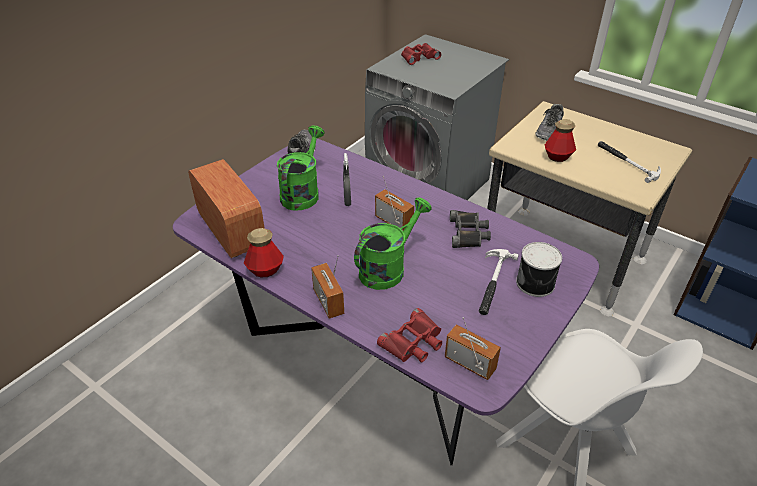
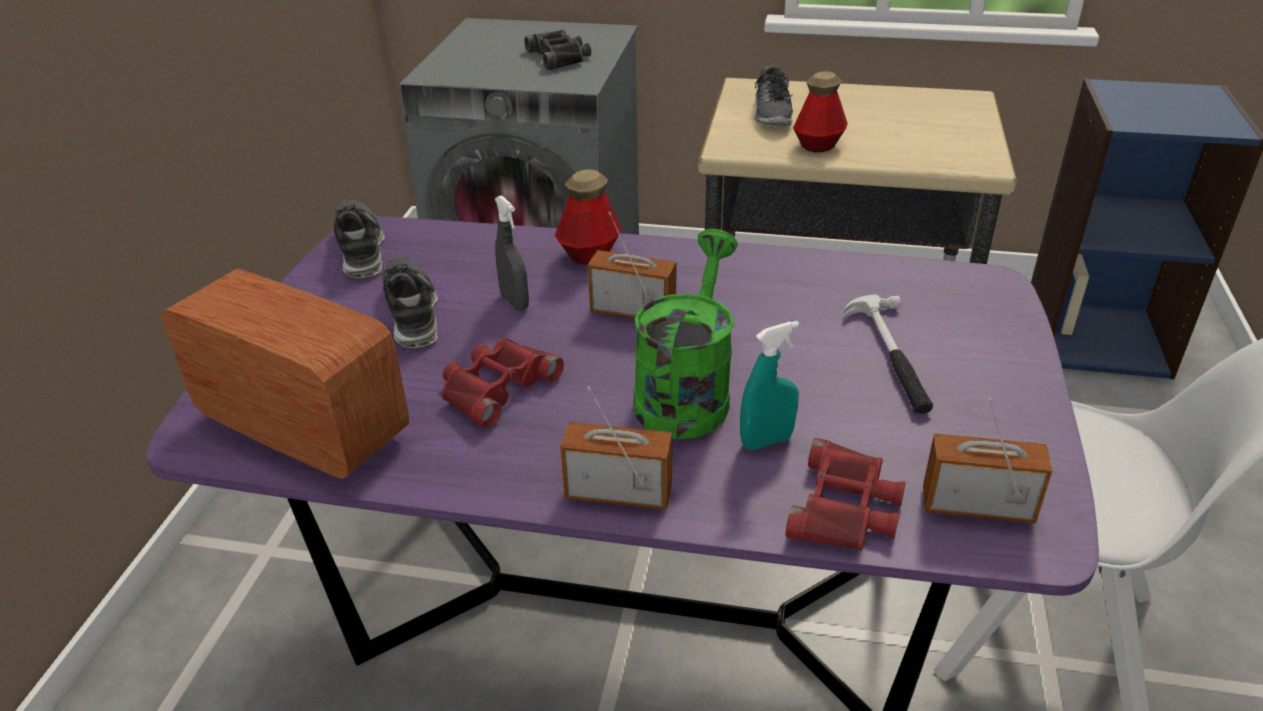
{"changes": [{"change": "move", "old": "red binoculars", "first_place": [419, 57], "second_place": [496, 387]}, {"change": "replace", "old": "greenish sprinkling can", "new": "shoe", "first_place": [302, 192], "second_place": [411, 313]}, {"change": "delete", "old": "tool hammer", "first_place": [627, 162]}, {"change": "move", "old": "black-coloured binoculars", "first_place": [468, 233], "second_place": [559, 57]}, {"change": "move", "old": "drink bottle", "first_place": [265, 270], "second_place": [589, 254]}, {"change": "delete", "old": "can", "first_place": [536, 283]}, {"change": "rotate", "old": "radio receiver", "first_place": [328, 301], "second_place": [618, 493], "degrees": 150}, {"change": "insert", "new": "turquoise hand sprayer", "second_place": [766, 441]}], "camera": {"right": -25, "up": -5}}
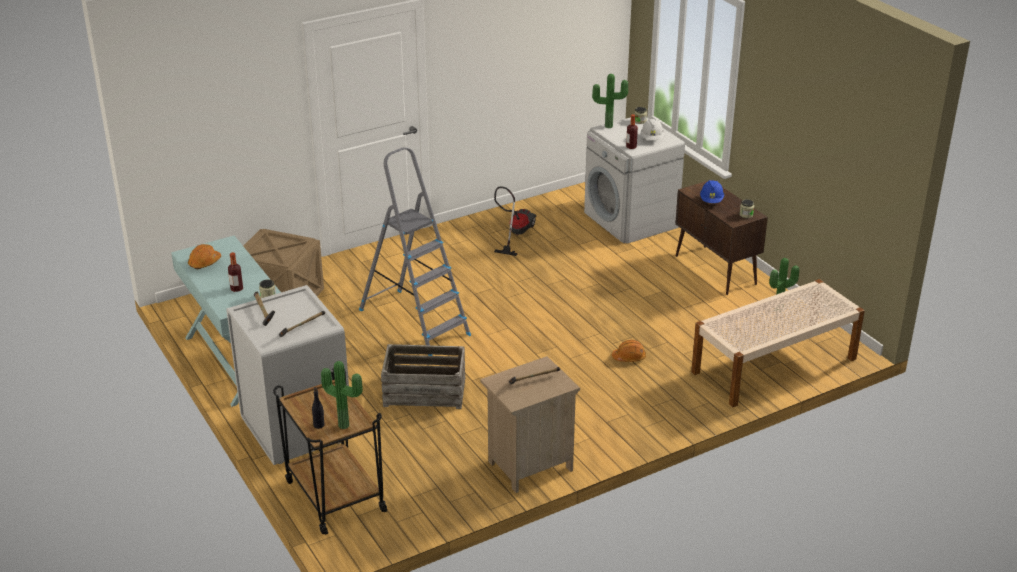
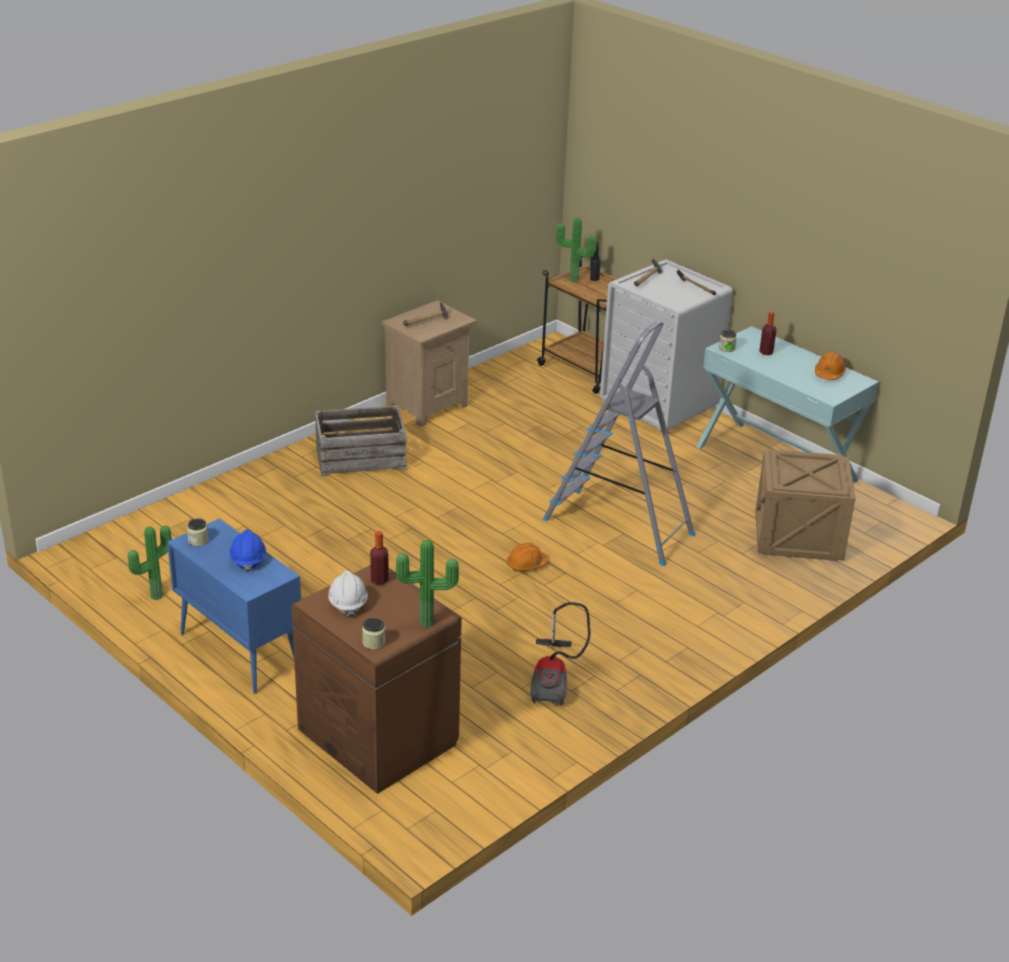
{"changes": [{"change": "recolor", "old": "whitish washing machine", "new": "brown-coloured washing machine", "first_place": [629, 220], "second_place": [380, 733]}, {"change": "recolor", "old": "brown-coloured cupboard", "new": "bluish cupboard", "first_place": [716, 270], "second_place": [238, 651]}, {"change": "delete", "old": "sand-coloured bench", "first_place": [774, 366]}, {"change": "move", "old": "orangey hard hat", "first_place": [629, 357], "second_place": [526, 564]}, {"change": "move", "old": "shipping crate", "first_place": [425, 391], "second_place": [360, 458]}], "camera": {"right": 165, "up": 0}}
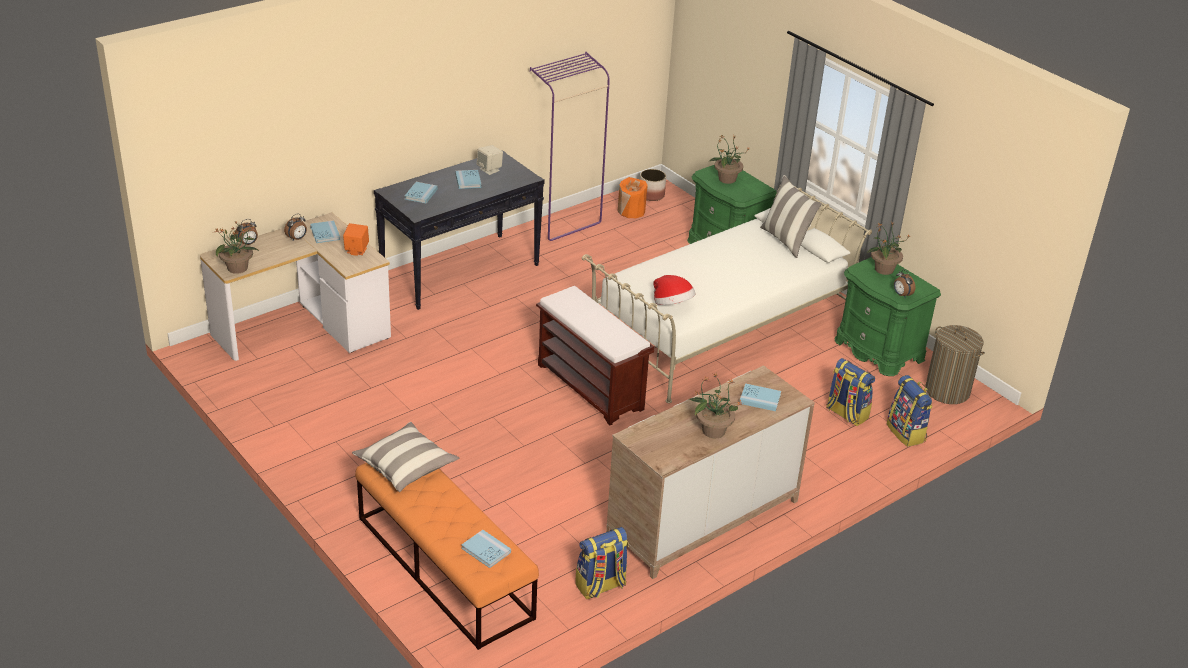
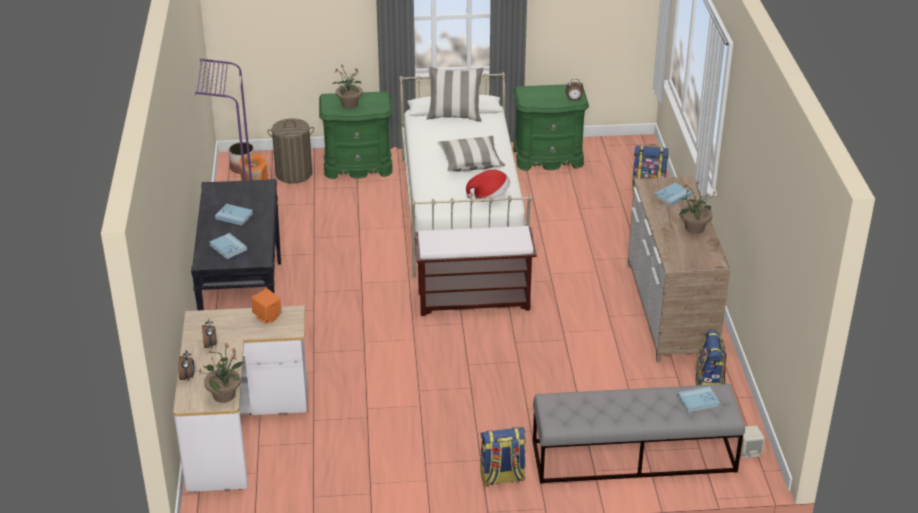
{"changes": [{"change": "move", "old": "sand-coloured speaker", "first_place": [490, 170], "second_place": [748, 451]}, {"change": "delete", "old": "bluish book", "first_place": [325, 233]}, {"change": "delete", "old": "houseplant", "first_place": [883, 269]}, {"change": "move", "old": "hamper", "first_place": [947, 391], "second_place": [294, 174]}, {"change": "move", "old": "knapsack", "first_place": [846, 414], "second_place": [502, 477]}, {"change": "move", "old": "throw pillow", "first_place": [405, 466], "second_place": [470, 162]}, {"change": "recolor", "old": "orangey bench", "new": "greyish bench", "first_place": [444, 567], "second_place": [633, 456]}], "camera": {"right": -55, "up": 0}}
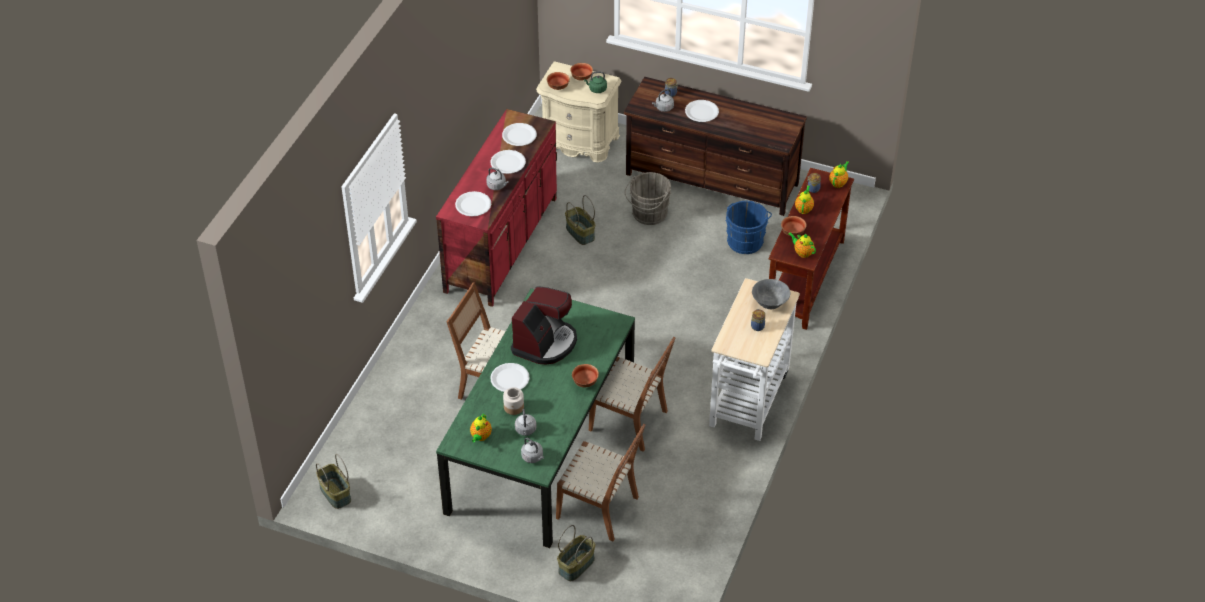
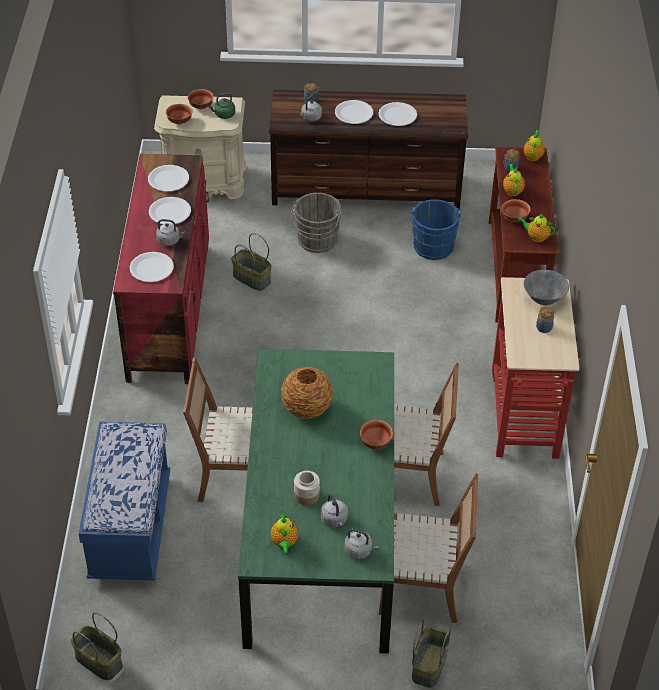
{"changes": [{"change": "recolor", "old": "whitish cart", "new": "red cart", "first_place": [748, 401], "second_place": [524, 417]}, {"change": "replace", "old": "coffee machine", "new": "flower vase", "first_place": [545, 343], "second_place": [306, 408]}, {"change": "move", "old": "whitish flat dish", "first_place": [510, 378], "second_place": [397, 115]}, {"change": "insert", "new": "bluish bench", "second_place": [130, 527]}], "camera": {"right": -20, "up": 0}}
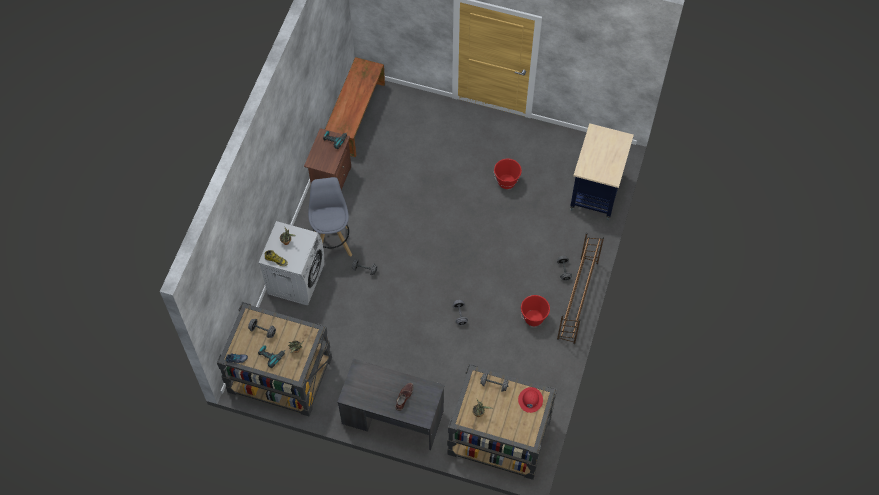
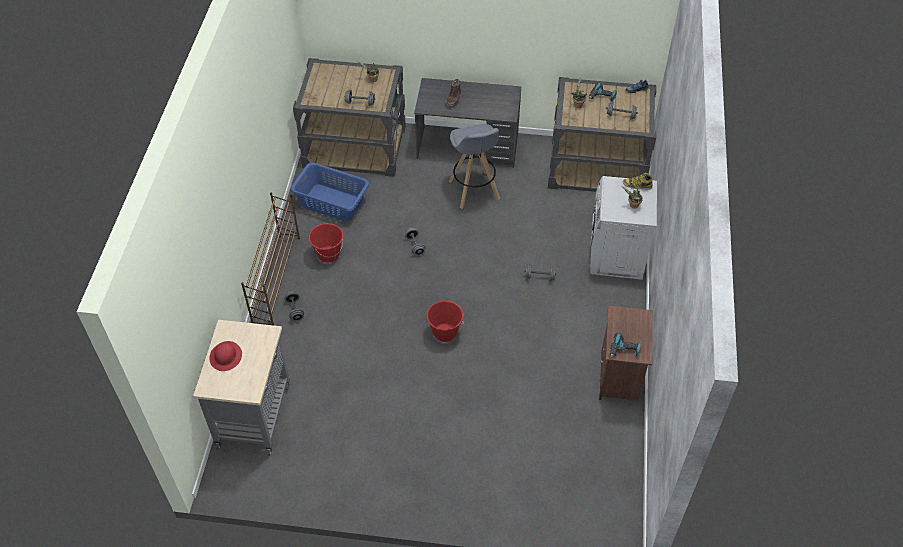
{"changes": [{"change": "delete", "old": "brown-coloured bench", "first_place": [355, 115]}, {"change": "recolor", "old": "bluish cart", "new": "greyish cart", "first_place": [596, 192], "second_place": [253, 415]}, {"change": "move", "old": "red water bucket", "first_place": [506, 182], "second_place": [444, 333]}, {"change": "move", "old": "greyish sitting stool", "first_place": [332, 241], "second_place": [474, 191]}, {"change": "move", "old": "red hard hat", "first_place": [530, 400], "second_place": [226, 356]}, {"change": "insert", "new": "bluish hamper", "second_place": [332, 202]}], "camera": {"right": 170, "up": -10}}
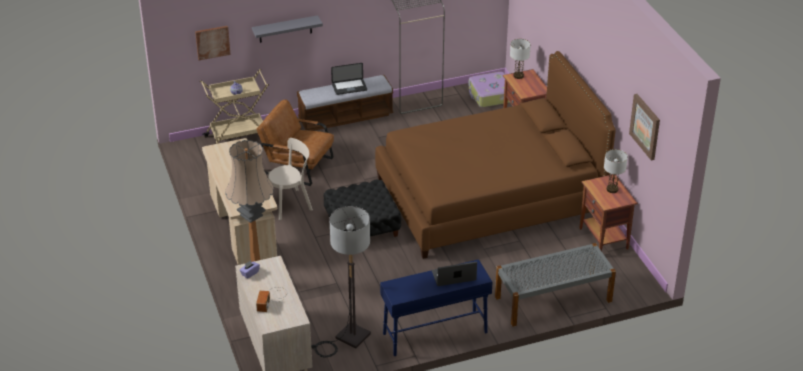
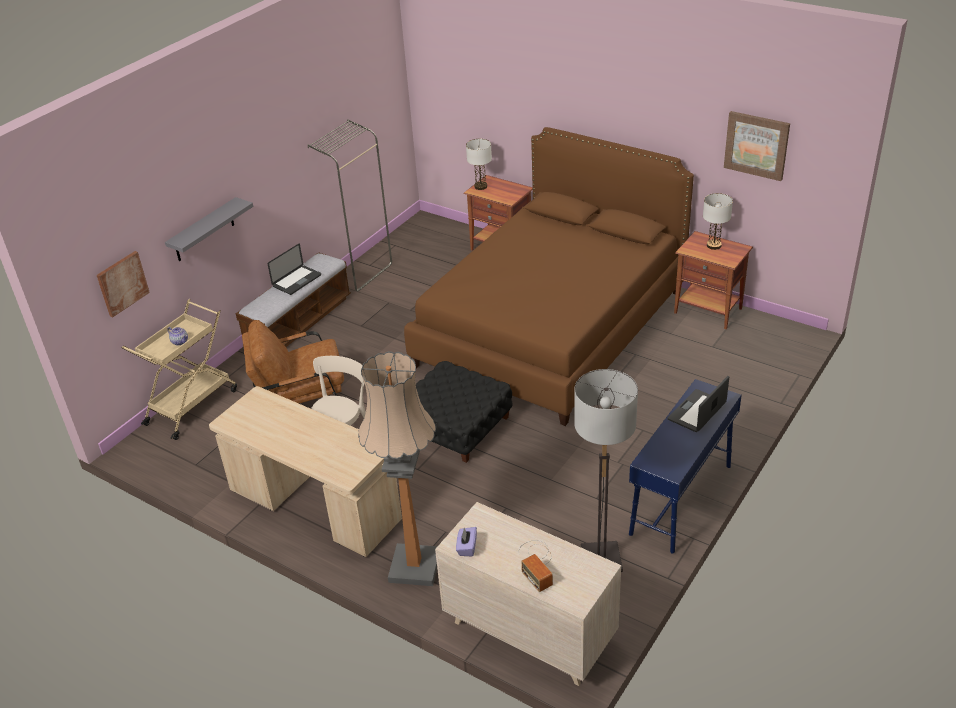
{"changes": [{"change": "delete", "old": "suitcase", "first_place": [491, 95]}, {"change": "delete", "old": "greyish bench", "first_place": [553, 299]}], "camera": {"right": -35, "up": 0}}
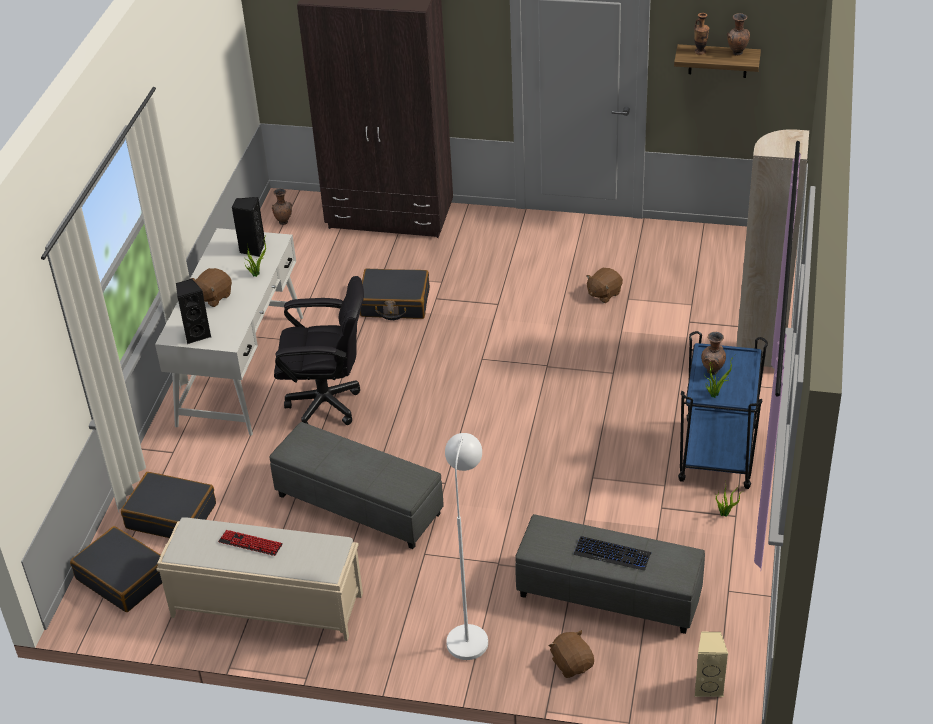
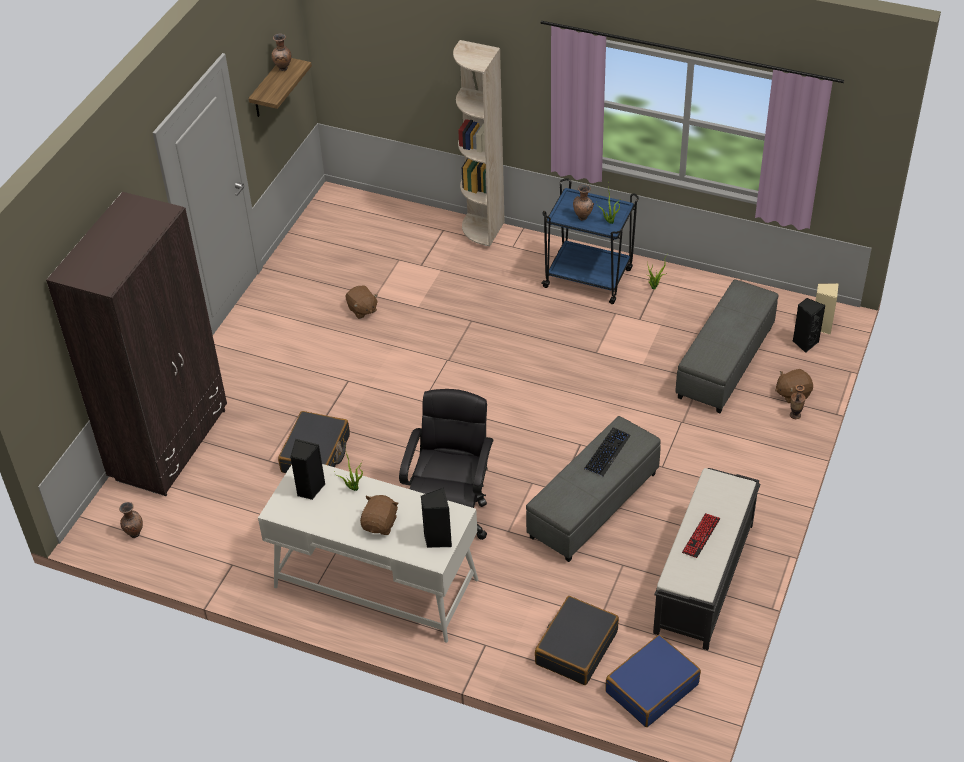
{"changes": [{"change": "move", "old": "flower vase", "first_place": [700, 52], "second_place": [795, 415]}, {"change": "rotate", "old": "brown-coloured cuddly toy", "first_place": [213, 297], "second_place": [380, 524], "degrees": -120}, {"change": "delete", "old": "whitish standard lamp", "first_place": [469, 633]}, {"change": "recolor", "old": "sand-coloured bench", "new": "black-coloured bench", "first_place": [265, 605], "second_place": [703, 579]}, {"change": "recolor", "old": "black-coloured suitcase", "new": "bluish suitcase", "first_place": [123, 577], "second_place": [651, 687]}, {"change": "move", "old": "keyboard", "first_place": [612, 554], "second_place": [607, 452]}, {"change": "insert", "new": "black-coloured speaker", "second_place": [804, 342]}], "camera": {"right": -80, "up": 5}}
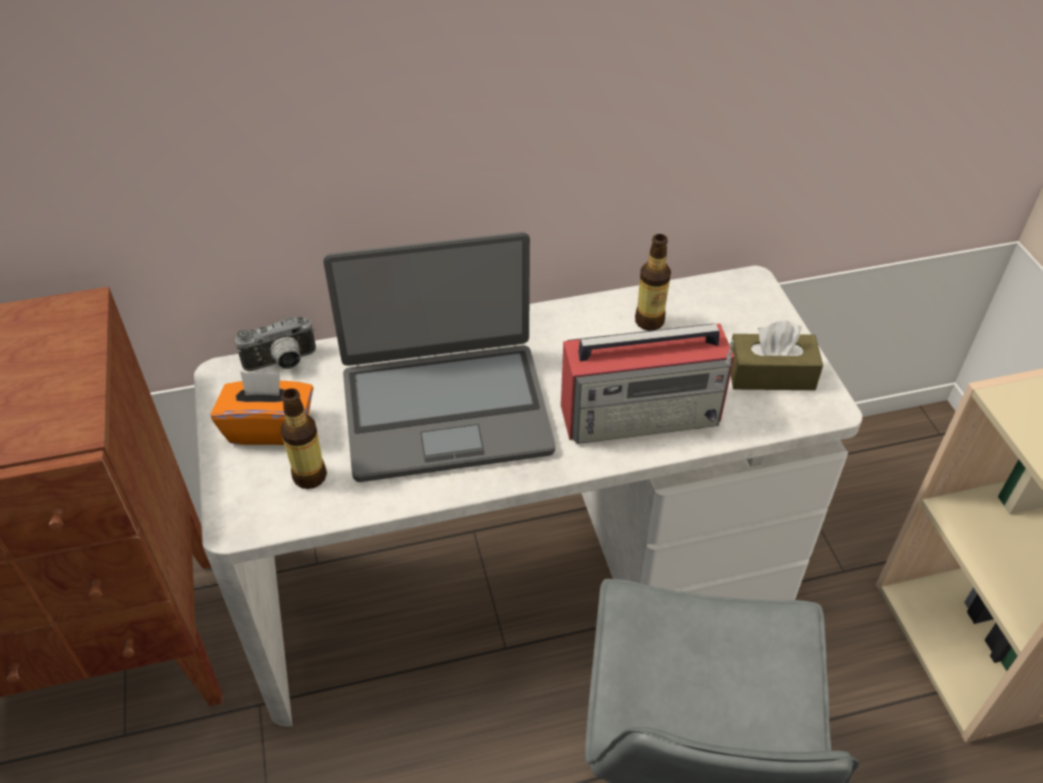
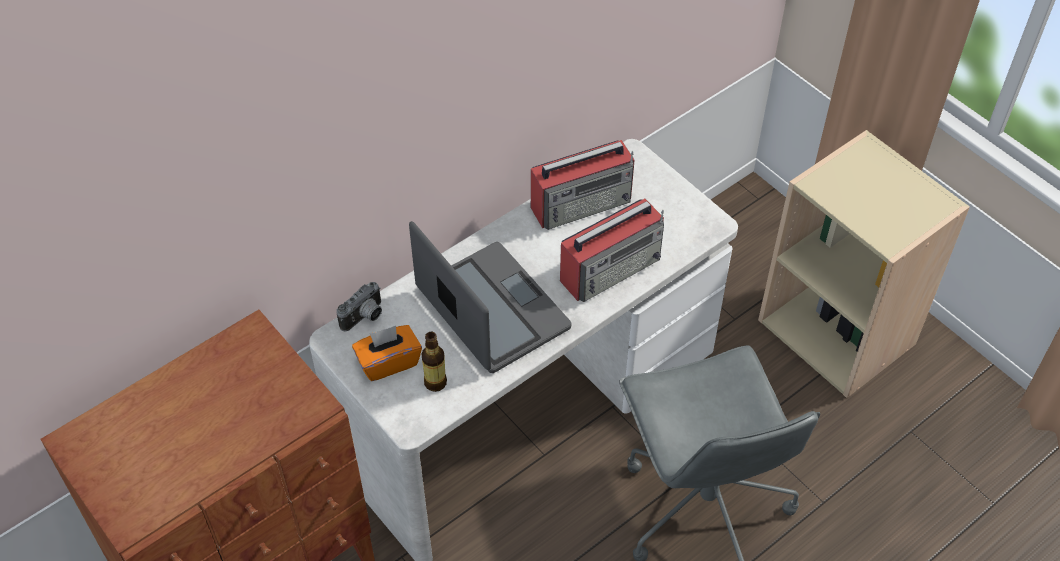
{"changes": [{"change": "rotate", "old": "laptop", "first_place": [445, 410], "second_place": [491, 310], "degrees": -90}, {"change": "replace", "old": "drink bottle", "new": "radio receiver", "first_place": [649, 321], "second_place": [582, 203]}, {"change": "delete", "old": "brown-coloured tissue box", "first_place": [771, 374]}], "camera": {"right": -25, "up": 5}}
